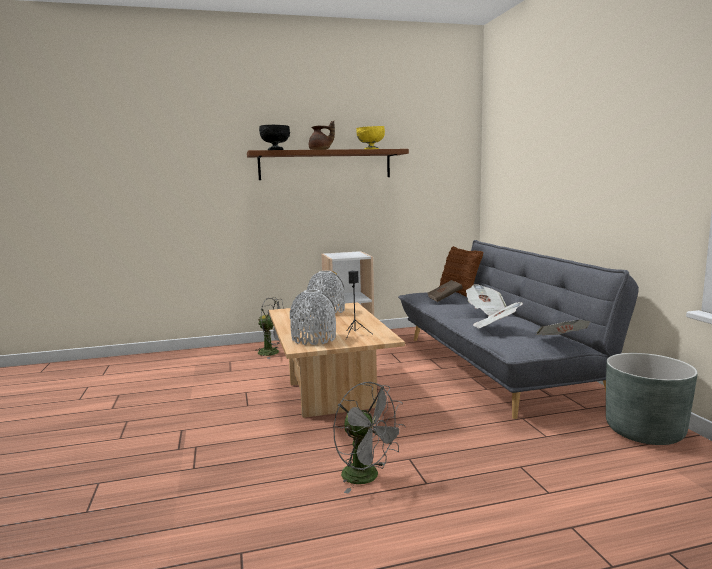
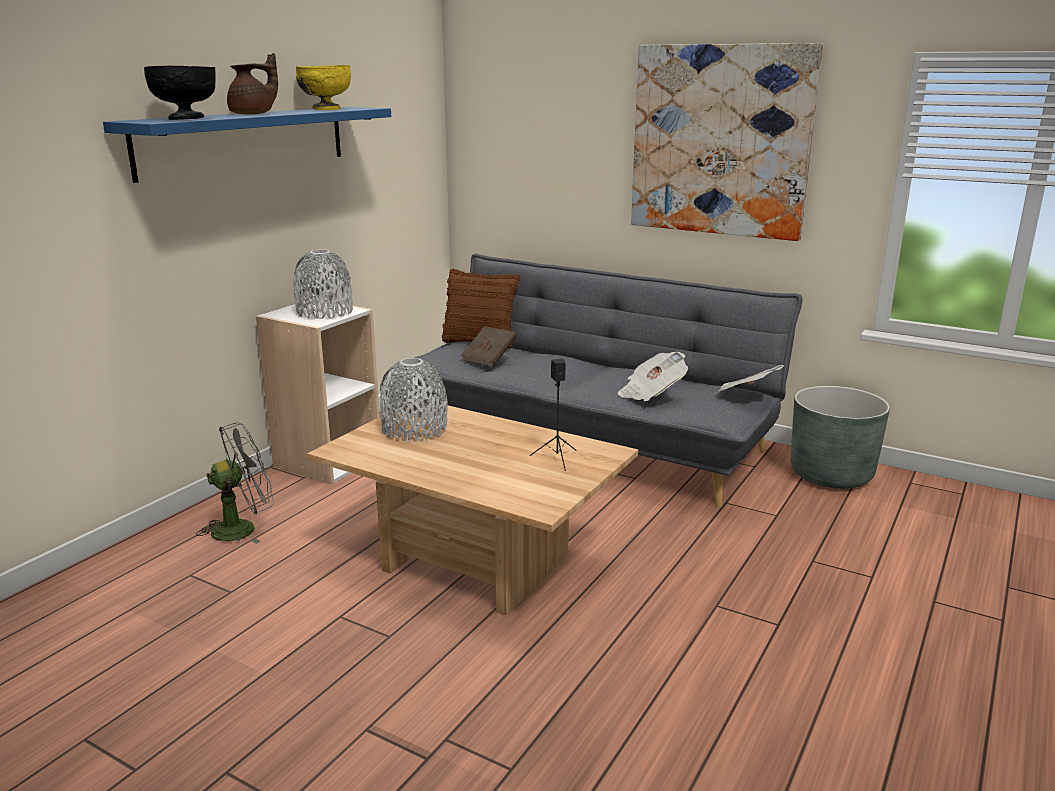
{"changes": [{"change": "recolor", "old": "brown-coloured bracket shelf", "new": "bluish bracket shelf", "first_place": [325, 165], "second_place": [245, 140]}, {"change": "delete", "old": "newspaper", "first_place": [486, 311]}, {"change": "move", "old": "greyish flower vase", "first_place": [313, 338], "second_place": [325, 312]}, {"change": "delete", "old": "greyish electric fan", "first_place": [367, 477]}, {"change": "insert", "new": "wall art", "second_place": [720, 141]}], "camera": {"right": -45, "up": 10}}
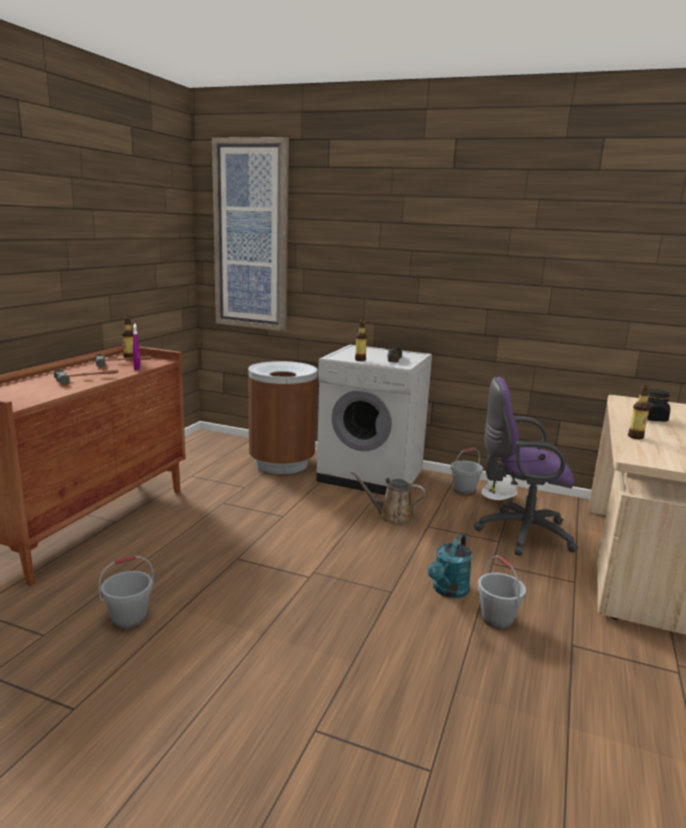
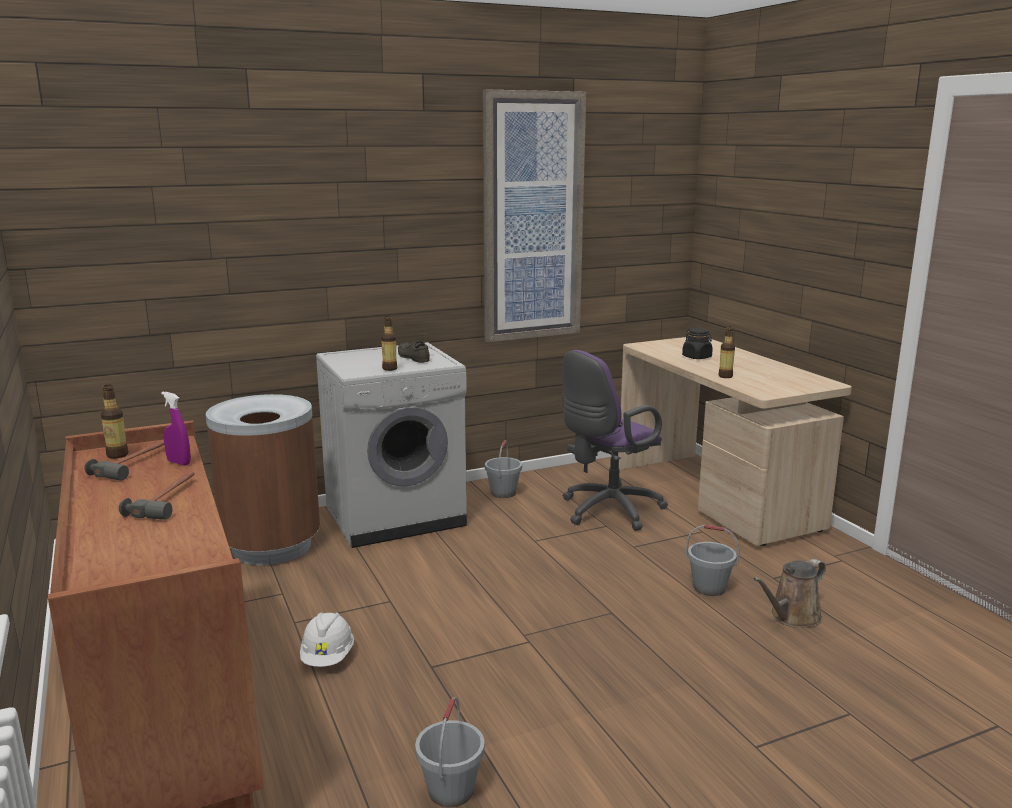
{"changes": [{"change": "move", "old": "wall art", "first_place": [251, 236], "second_place": [532, 218]}, {"change": "move", "old": "brown-coloured sprinkling can", "first_place": [392, 516], "second_place": [792, 617]}, {"change": "move", "old": "whitish hard hat", "first_place": [498, 499], "second_place": [328, 657]}, {"change": "delete", "old": "turquoise sprinkling can", "first_place": [448, 591]}], "camera": {"right": -45, "up": 0}}
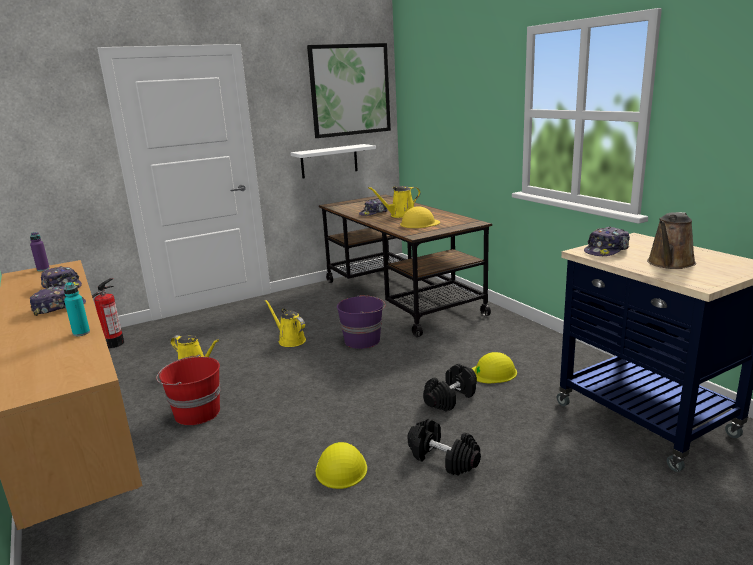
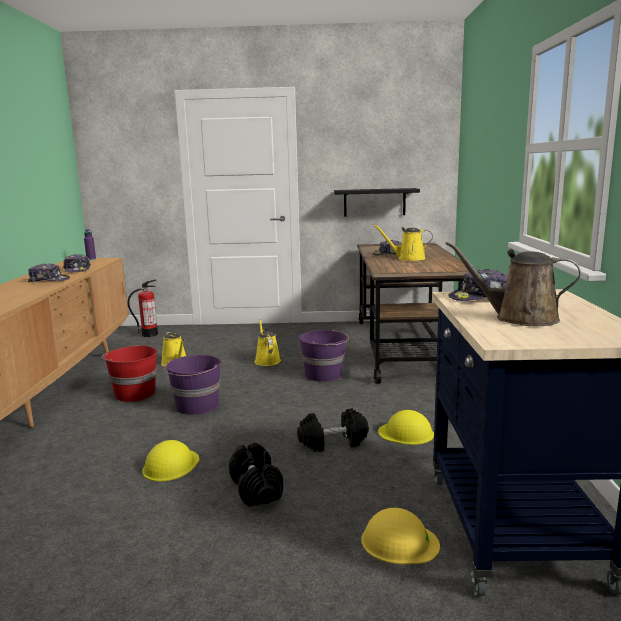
{"changes": [{"change": "delete", "old": "wall art", "first_place": [350, 90]}, {"change": "recolor", "old": "whitish bracket shelf", "new": "black-coloured bracket shelf", "first_place": [329, 161], "second_place": [374, 202]}, {"change": "move", "old": "yellowish hard hat", "first_place": [419, 223], "second_place": [399, 542]}, {"change": "rotate", "old": "brown-coloured sprinkling can", "first_place": [669, 264], "second_place": [519, 318], "degrees": 45}, {"change": "delete", "old": "turquoise drink bottle", "first_place": [81, 333]}, {"change": "insert", "new": "purplish water bucket", "second_place": [196, 406]}], "camera": {"right": 30, "up": -5}}
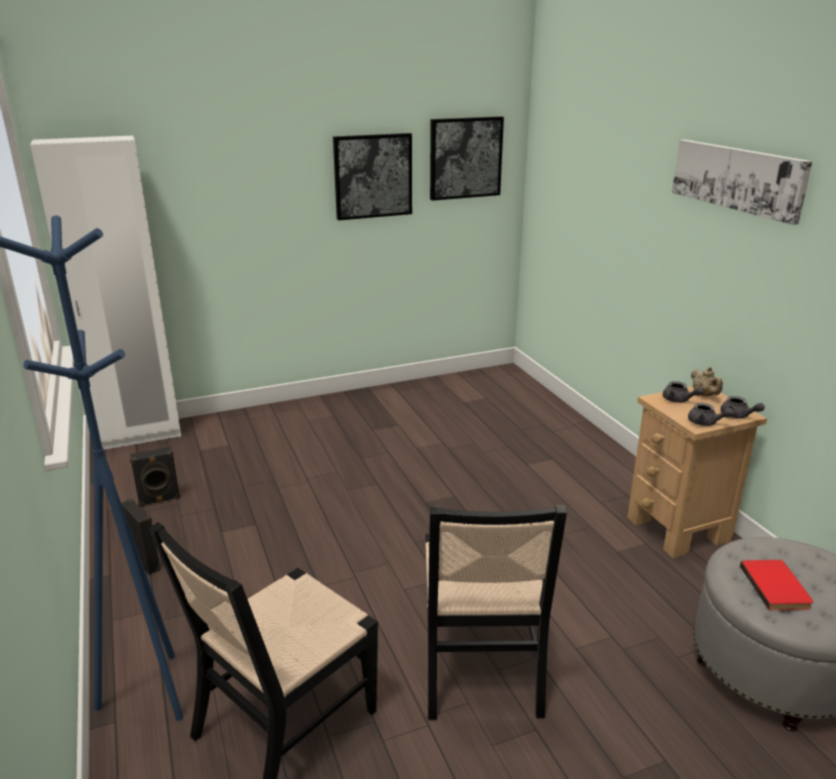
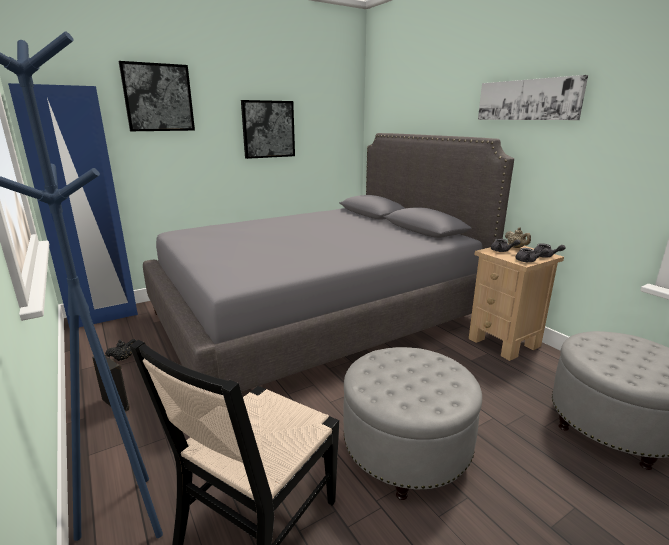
{"changes": [{"change": "move", "old": "wall art", "first_place": [465, 158], "second_place": [158, 98]}, {"change": "recolor", "old": "whitish armoire", "new": "bluish armoire", "first_place": [138, 437], "second_place": [104, 317]}, {"change": "replace", "old": "black-coloured speaker", "new": "black-coloured pot for tea", "first_place": [159, 500], "second_place": [124, 358]}, {"change": "replace", "old": "plain chair", "new": "greyish footrest", "first_place": [479, 665], "second_place": [406, 451]}, {"change": "delete", "old": "red book", "first_place": [777, 587]}, {"change": "insert", "new": "greyish sleeping bed", "second_place": [317, 317]}], "camera": {"right": -10, "up": -5}}
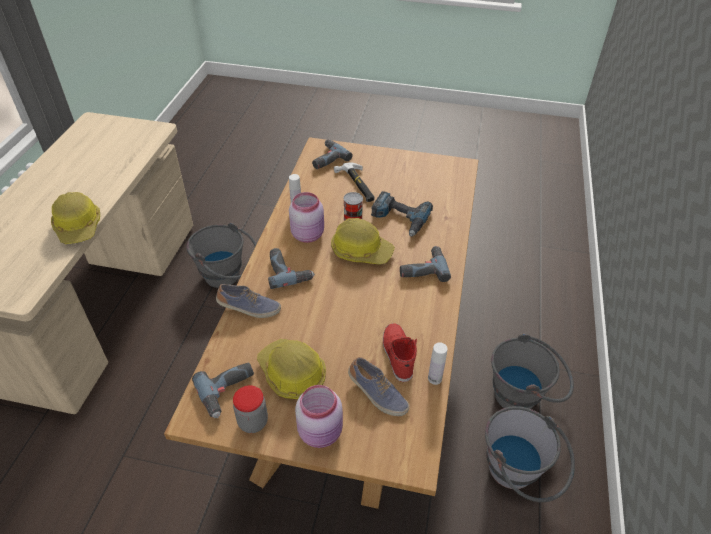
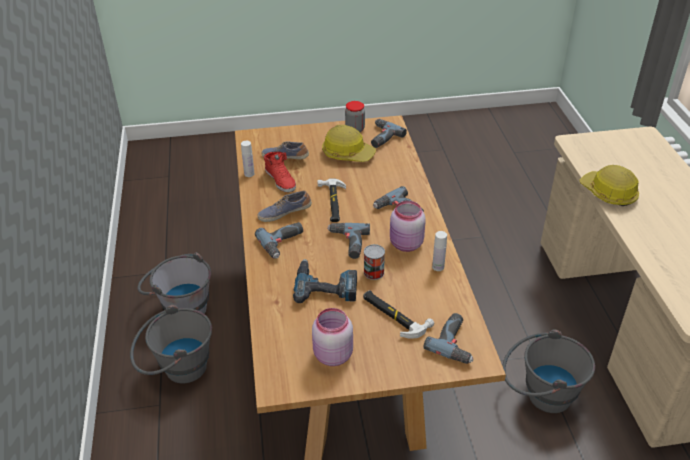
{"changes": [{"change": "replace", "old": "hard hat", "new": "drill", "first_place": [361, 250], "second_place": [347, 243]}, {"change": "move", "old": "shoe", "first_place": [249, 308], "second_place": [284, 213]}, {"change": "move", "old": "pinkish preserve jar", "first_place": [321, 432], "second_place": [332, 355]}, {"change": "insert", "new": "tool hammer", "second_place": [332, 202]}], "camera": {"right": 160, "up": -5}}
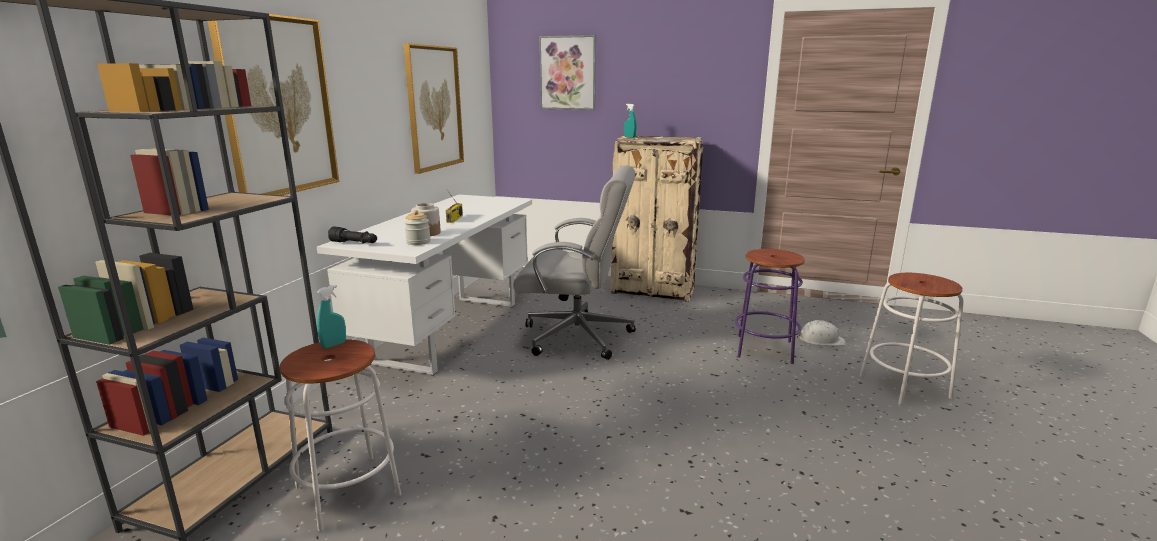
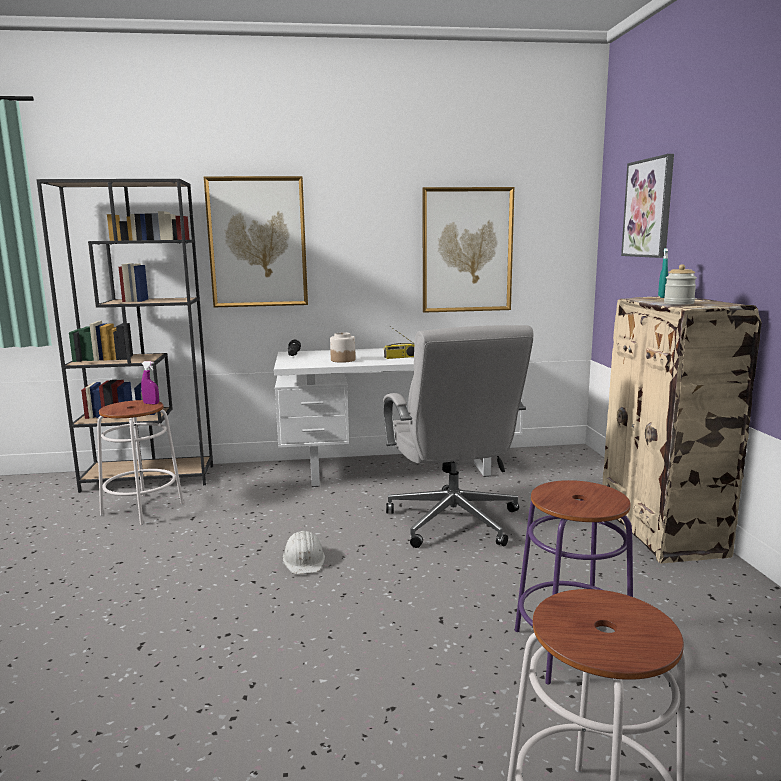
{"changes": [{"change": "move", "old": "preserve jar", "first_place": [418, 242], "second_place": [678, 303]}, {"change": "recolor", "old": "turquoise hand sprayer", "new": "purplish hand sprayer", "first_place": [334, 345], "second_place": [151, 403]}, {"change": "move", "old": "whitish hard hat", "first_place": [820, 340], "second_place": [304, 560]}], "camera": {"right": 65, "up": -5}}
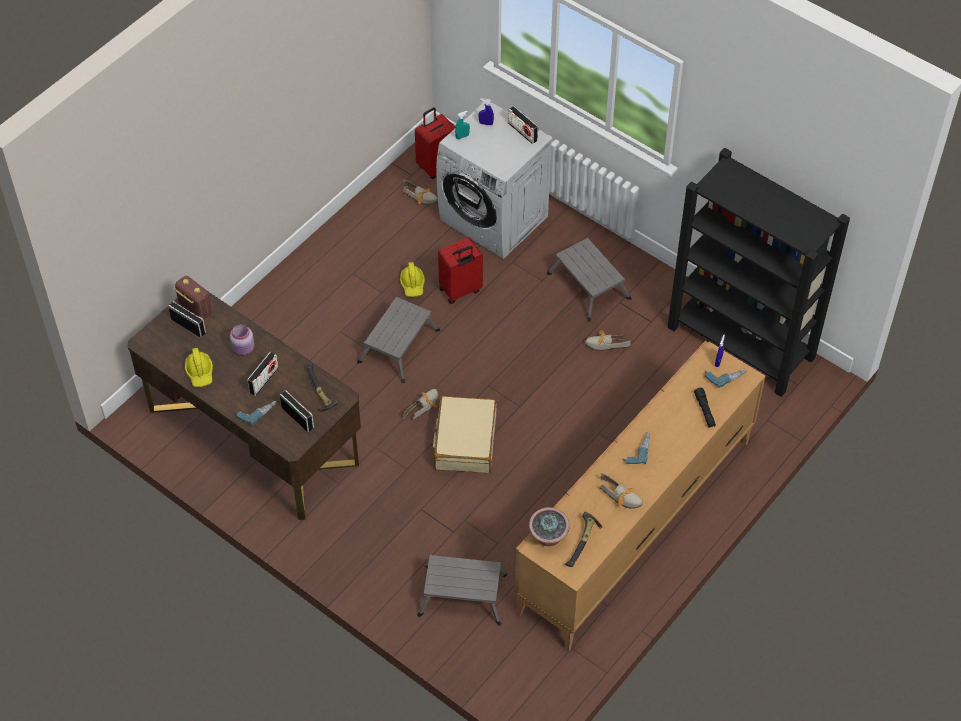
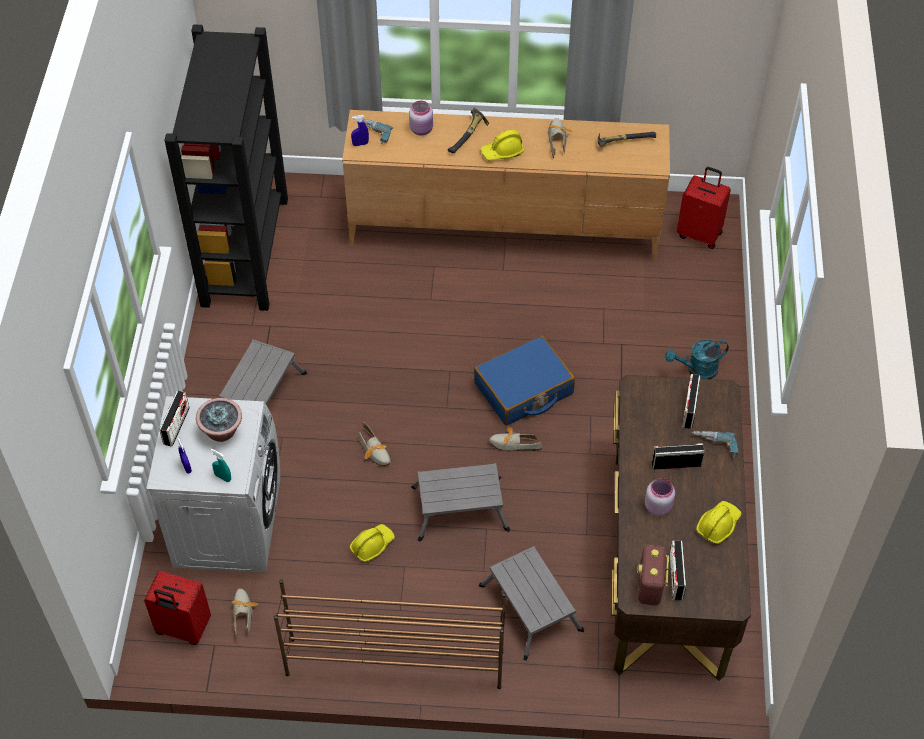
{"changes": [{"change": "move", "old": "red suitcase", "first_place": [460, 291], "second_place": [700, 234]}, {"change": "move", "old": "shoe", "first_place": [604, 344], "second_place": [375, 451]}, {"change": "move", "old": "tool hammer", "first_place": [319, 392], "second_place": [469, 136]}, {"change": "replace", "old": "black-coloured torch", "new": "pinkish preserve jar", "first_place": [704, 410], "second_place": [422, 129]}, {"change": "recolor", "old": "sand-coloured suitcase", "new": "bluish suitcase", "first_place": [465, 441], "second_place": [523, 389]}, {"change": "replace", "old": "drill", "new": "yellowish hard hat", "first_place": [636, 450], "second_place": [502, 152]}, {"change": "move", "old": "houseplant", "first_place": [548, 537], "second_place": [222, 431]}, {"change": "move", "old": "greyish step stool", "first_place": [462, 594], "second_place": [531, 608]}, {"change": "insert", "new": "turquoise sprinkling can", "second_place": [697, 370]}, {"change": "insert", "new": "brown-coloured shoe stand", "second_place": [393, 662]}], "camera": {"right": -125, "up": 0}}
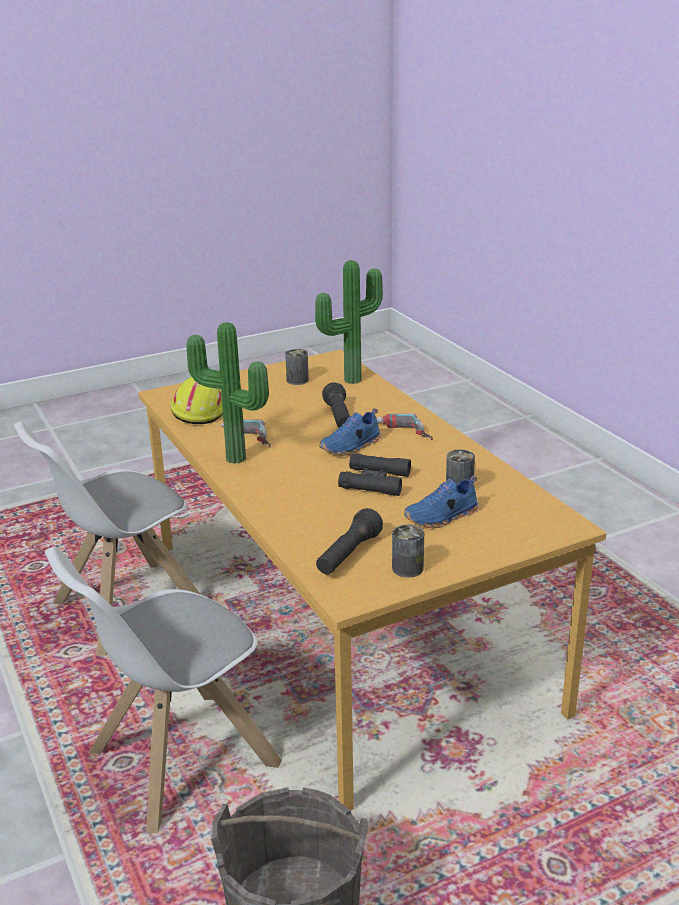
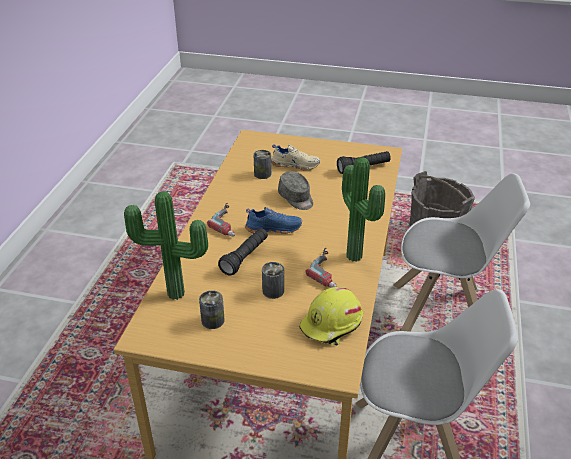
{"changes": [{"change": "replace", "old": "black-coloured binoculars", "new": "greyish baseball cap", "first_place": [375, 481], "second_place": [296, 198]}, {"change": "recolor", "old": "bluish shoe", "new": "sand-coloured shoe", "first_place": [442, 517], "second_place": [295, 165]}, {"change": "move", "old": "can", "first_place": [407, 568], "second_place": [273, 291]}], "camera": {"right": -140, "up": 10}}
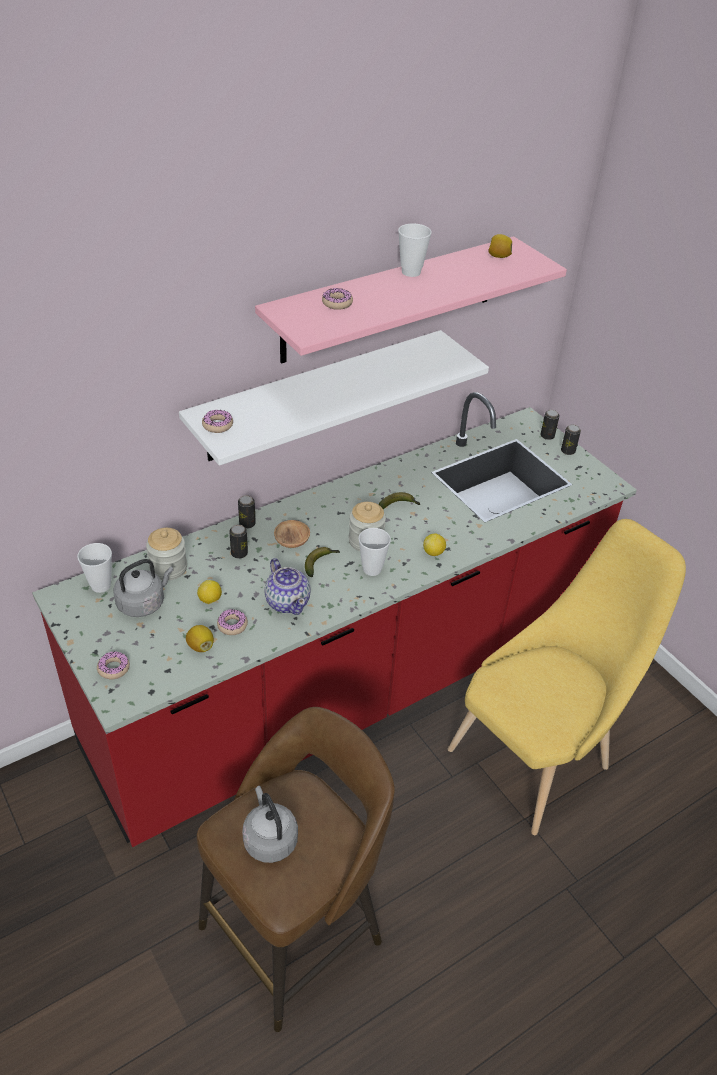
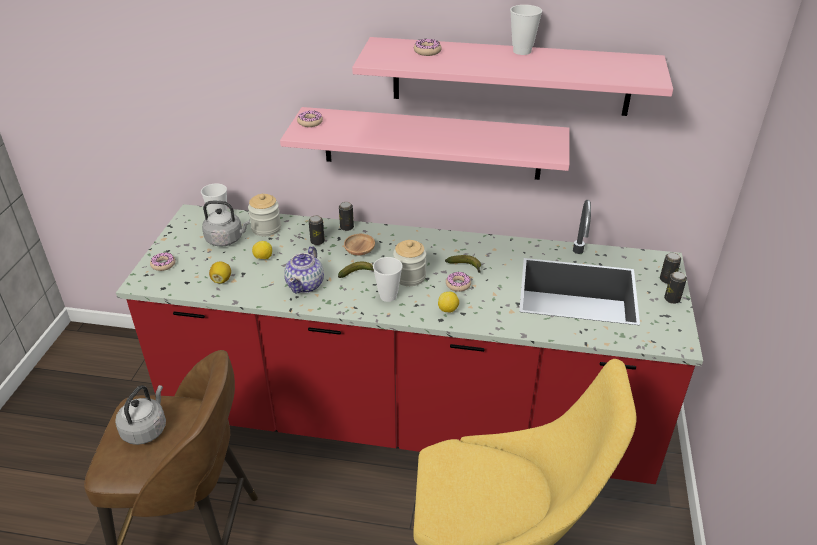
{"changes": [{"change": "delete", "old": "citrus fruit", "first_place": [498, 256]}, {"change": "recolor", "old": "whitish bracket shelf", "new": "pinkish bracket shelf", "first_place": [318, 395], "second_place": [431, 143]}, {"change": "move", "old": "ring doughnut", "first_place": [232, 625], "second_place": [458, 285]}], "camera": {"right": 45, "up": -5}}
